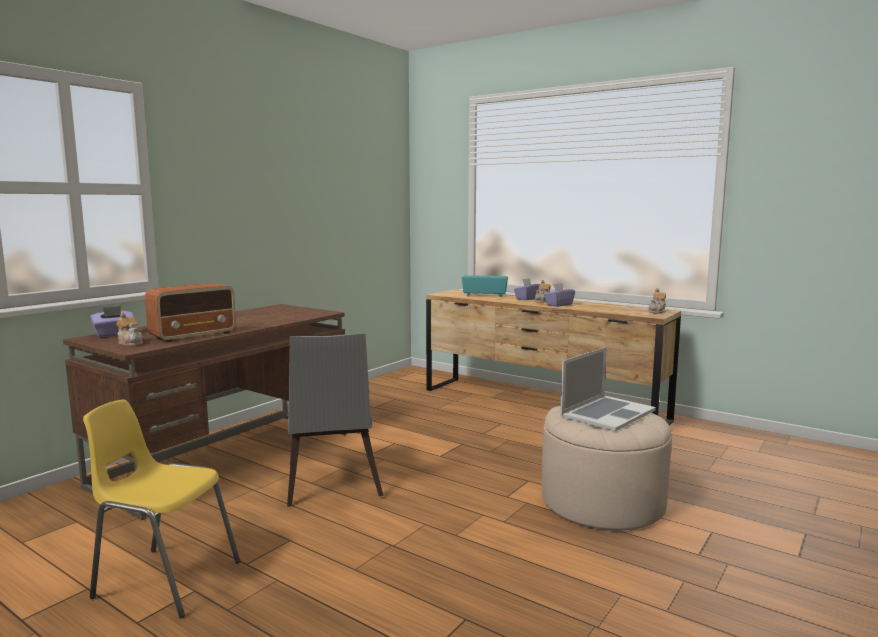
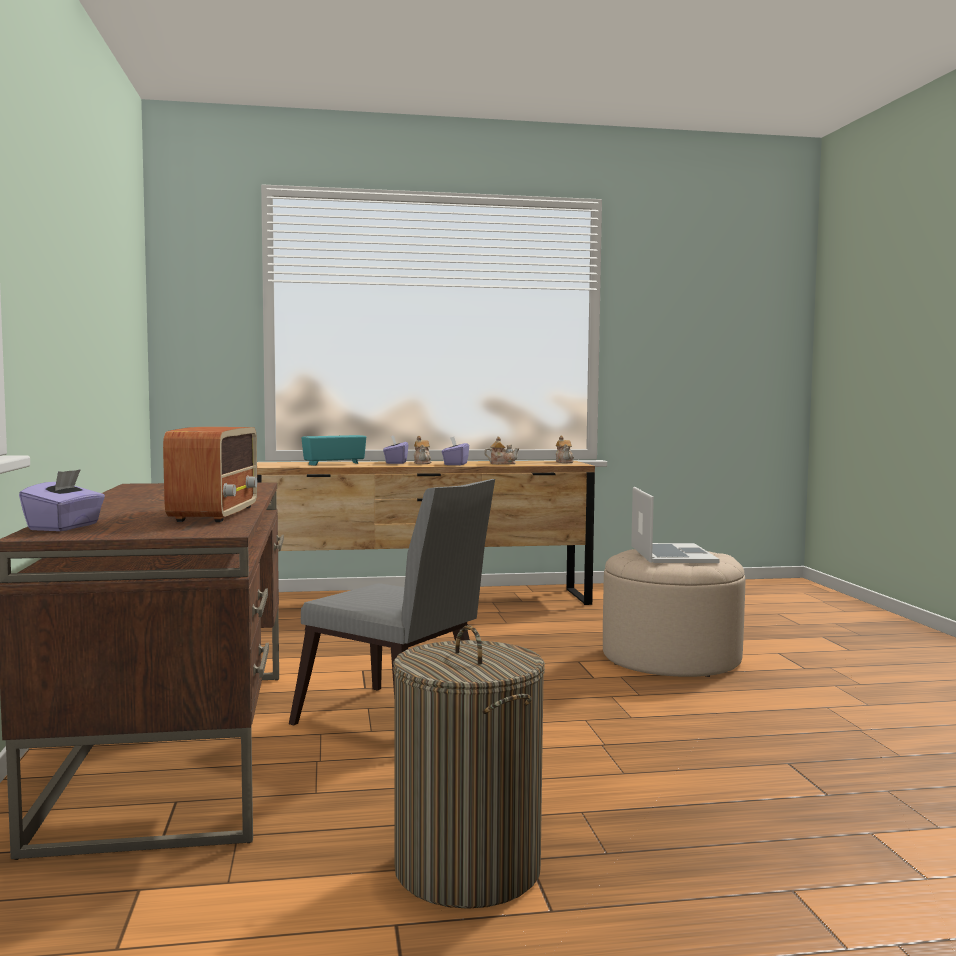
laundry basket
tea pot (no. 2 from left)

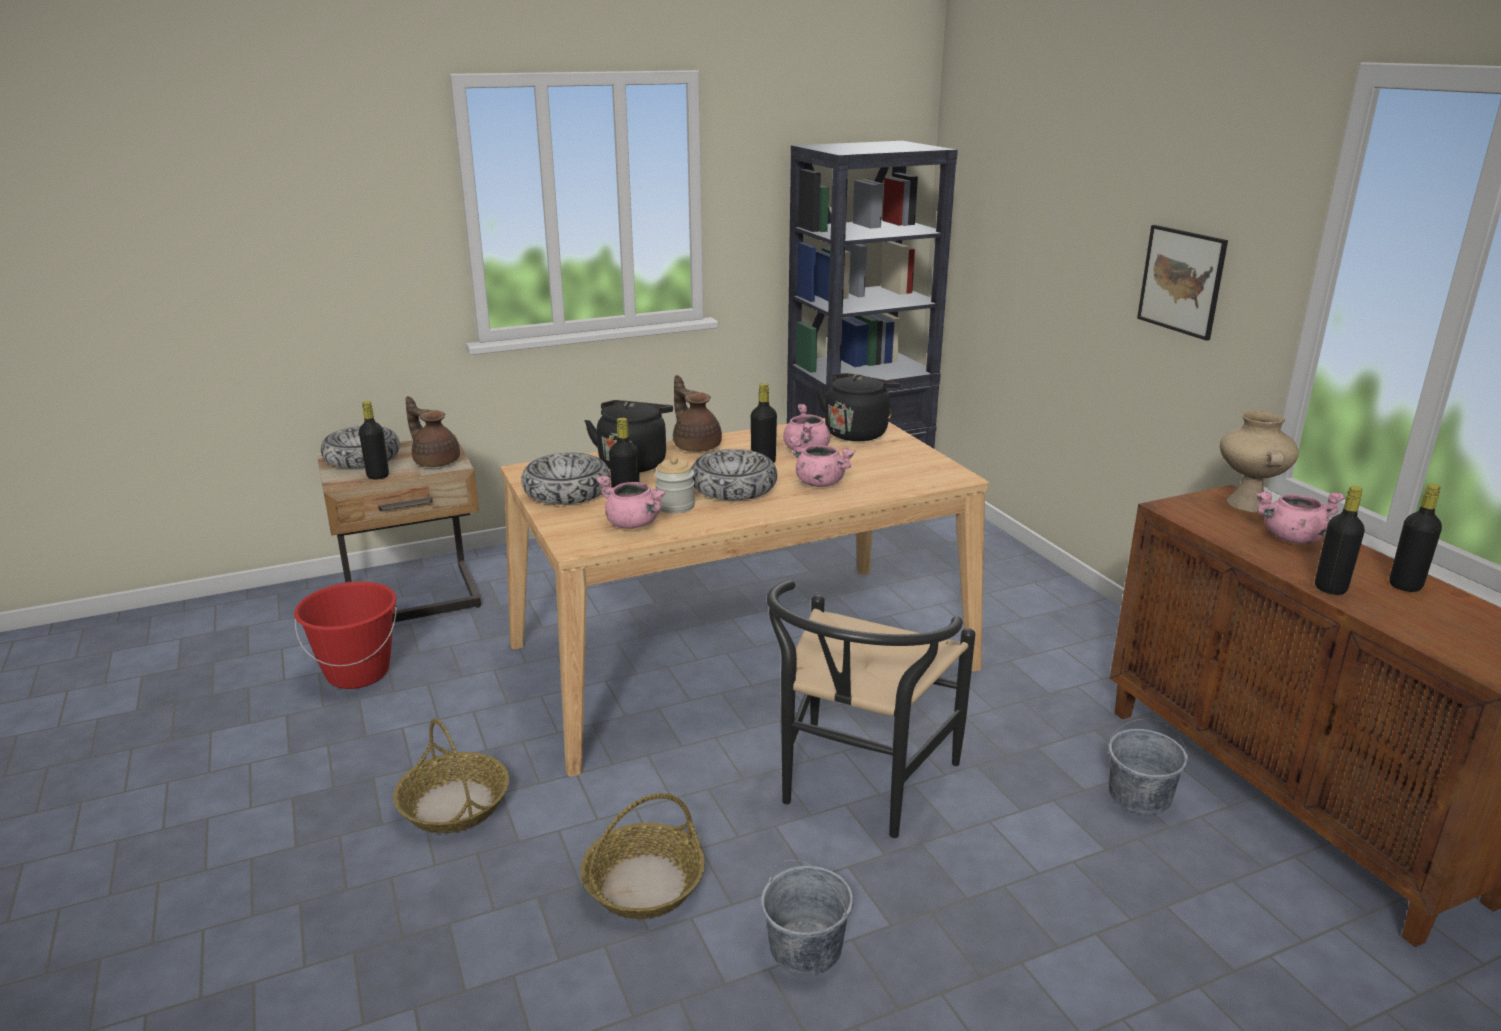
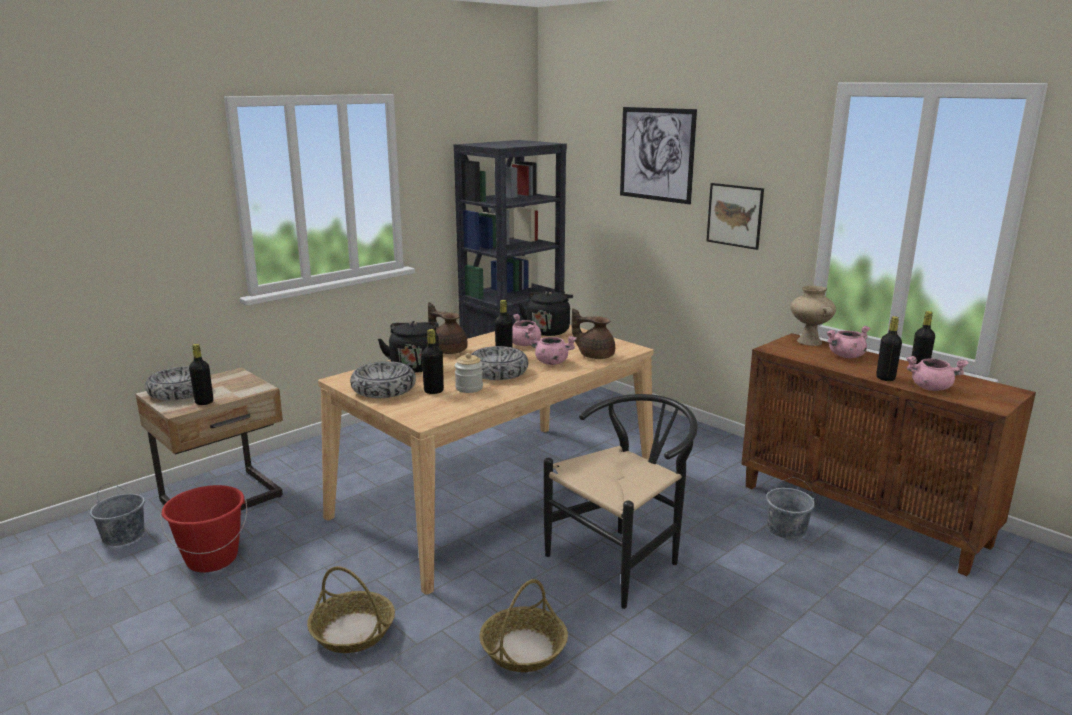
bucket/greyish (no. 1 from left)
upright chair/blackish
tea pot/brown-coloured (no. 2 from left)
wall picture (no. 1 from left)
saucepot/pink-coloured (no. 4 from left)

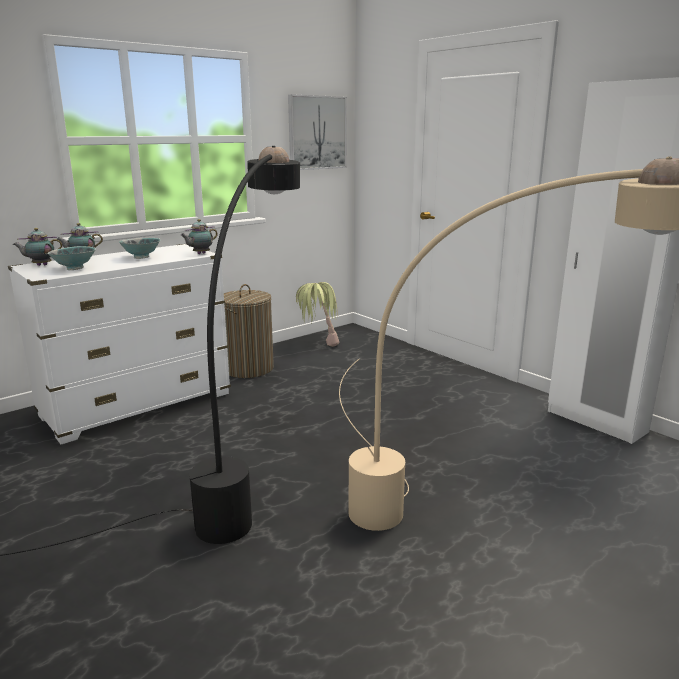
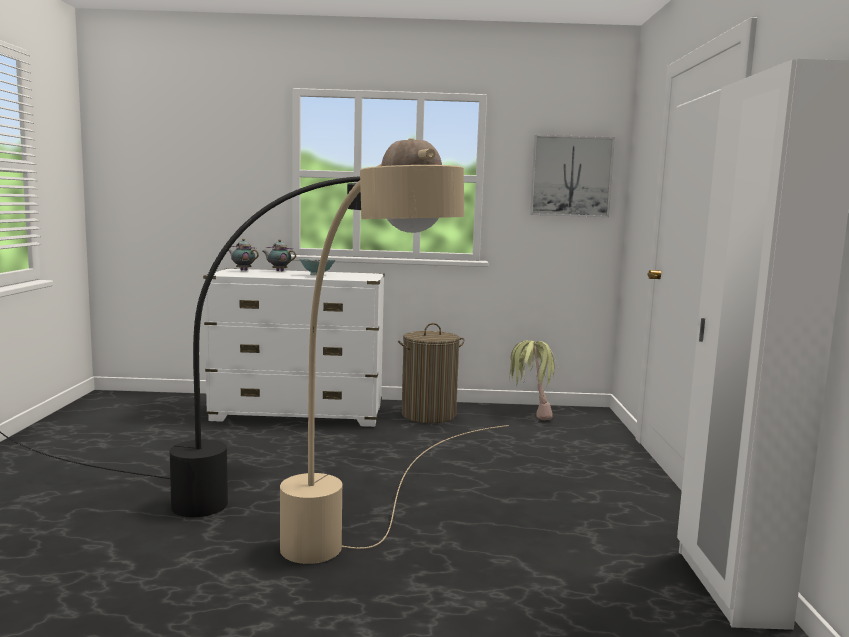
serving bowl (no. 1 from left in the first image)
tea pot (no. 3 from left in the first image)

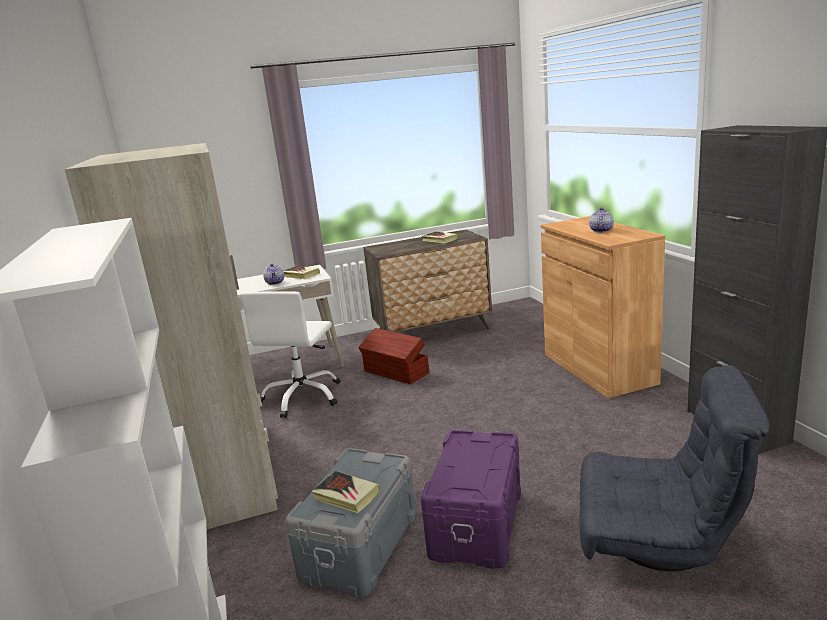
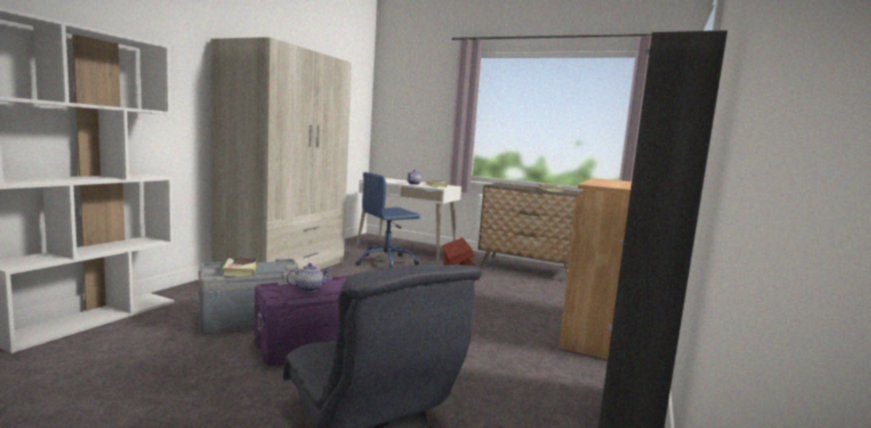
tea pot (no. 1 from left)
computer chair/bluish

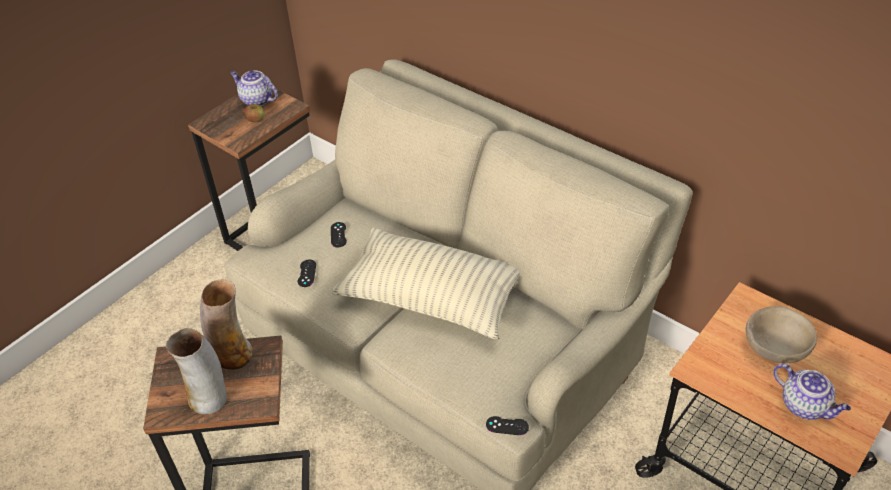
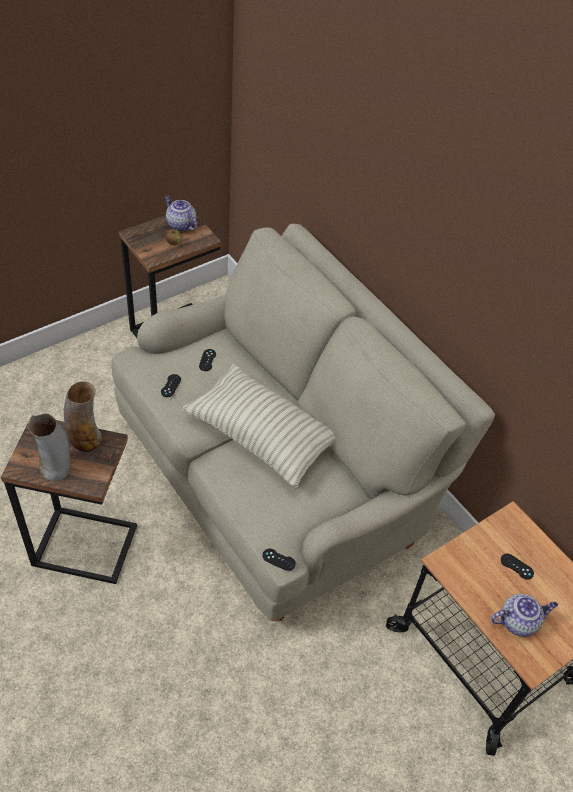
tea pot (no. 2 from left)
gamepad/blackish (no. 4 from left)

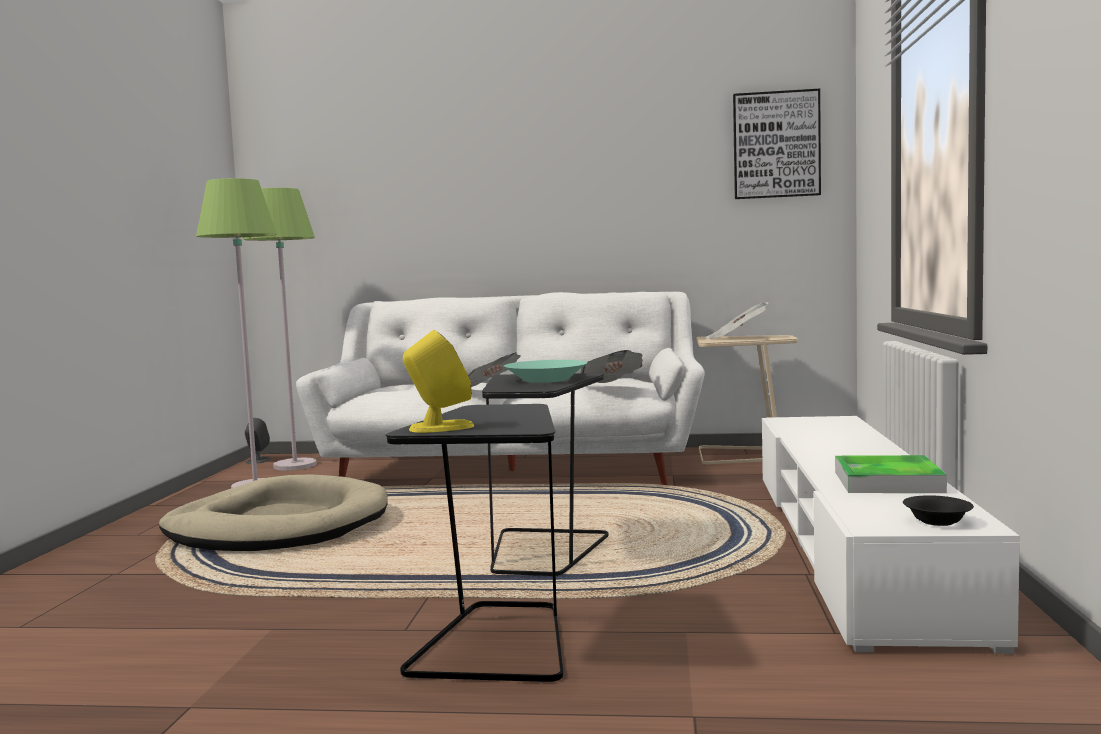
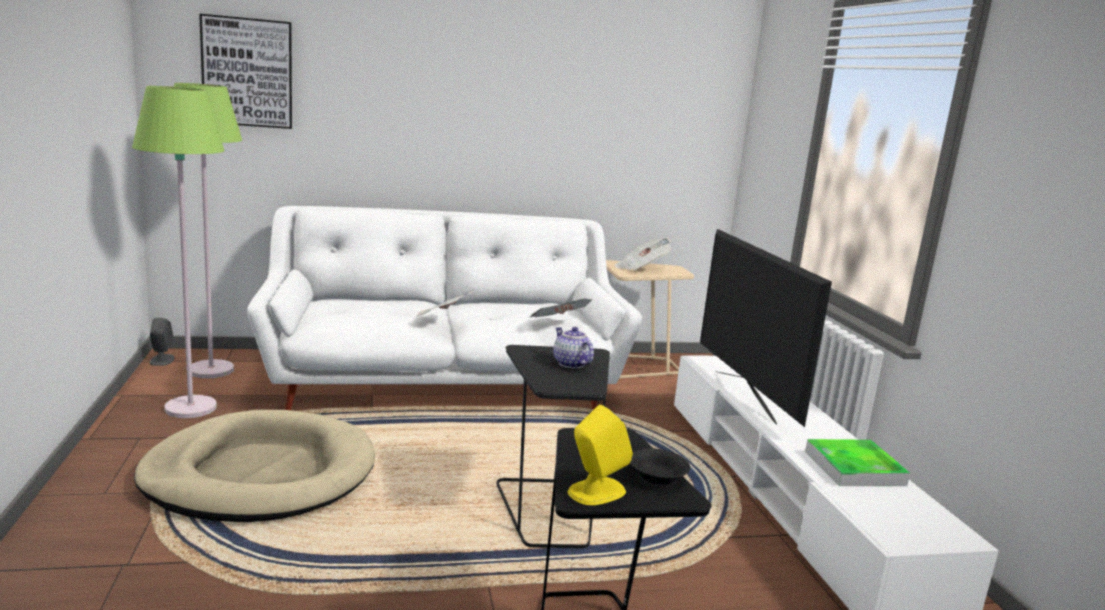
wall picture
tea pot
serving bowl/blackish
TV

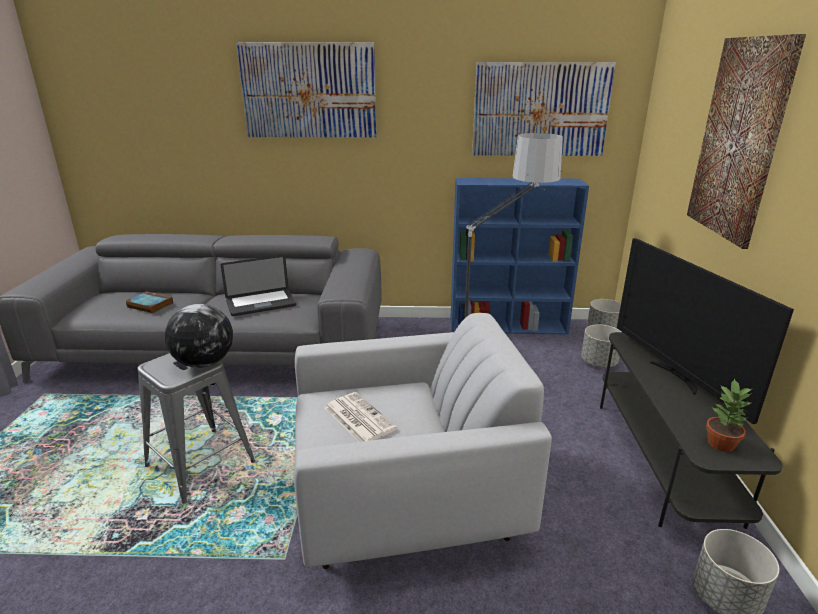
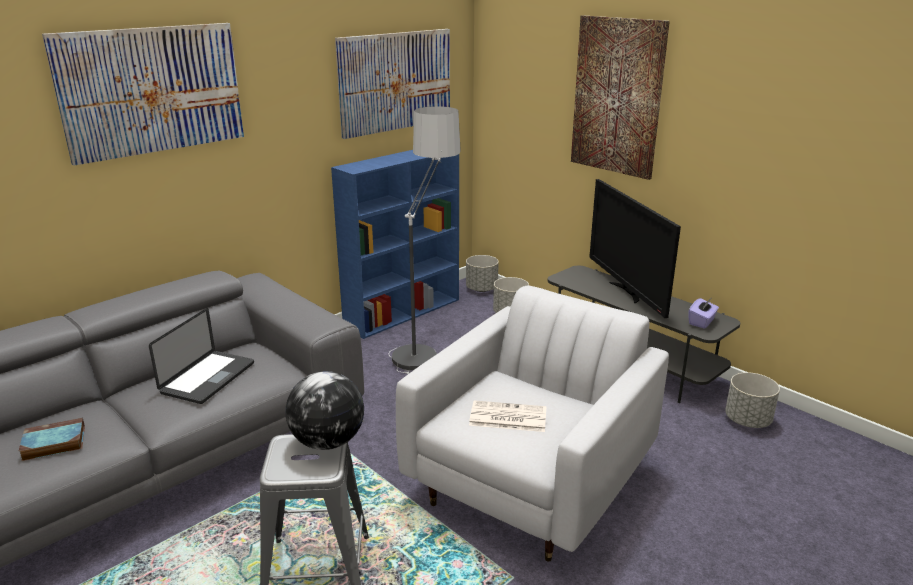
TV
tissue box/purple-coloured

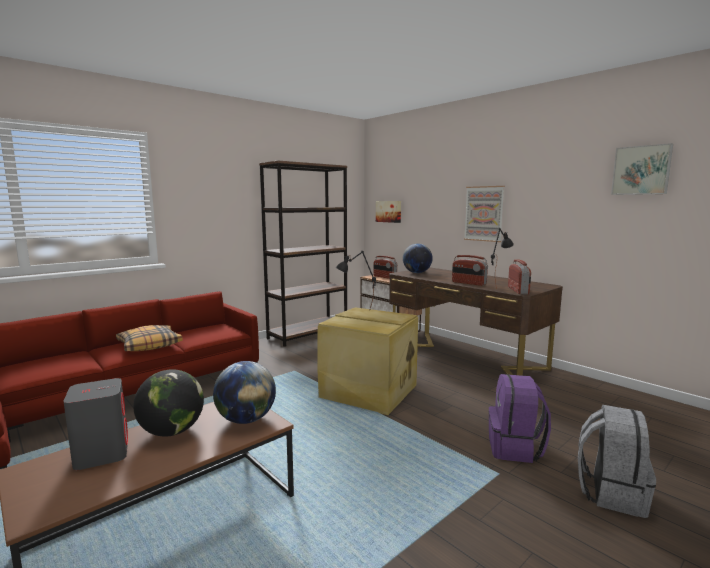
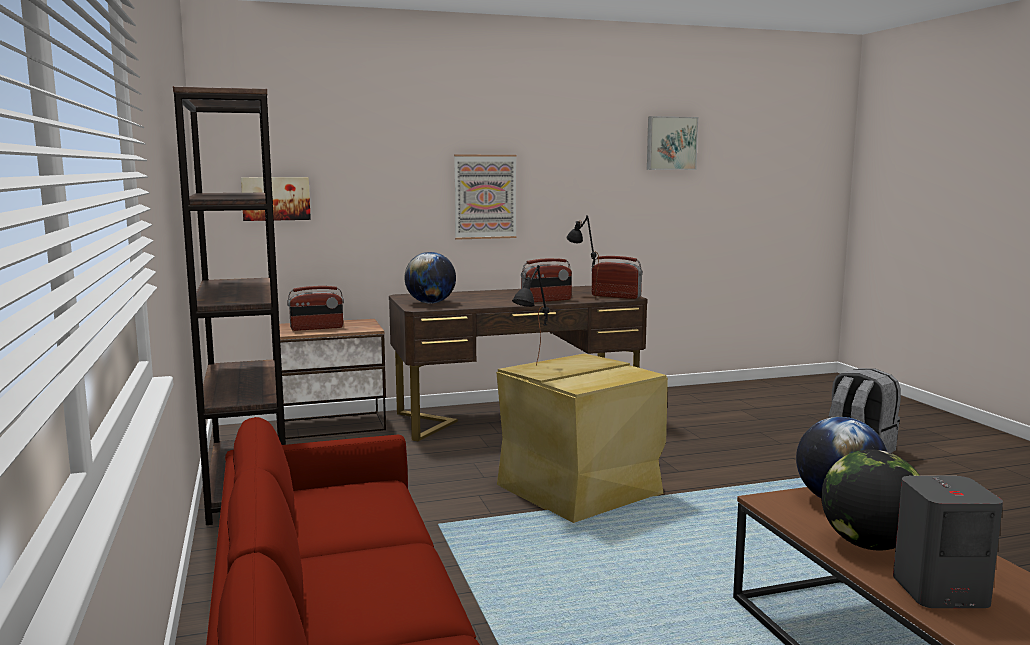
pillow
rucksack/purple-coloured

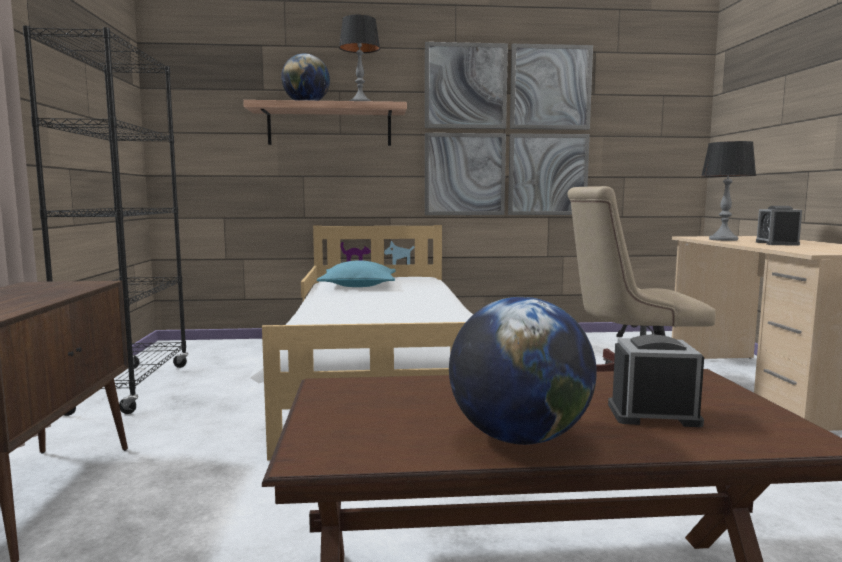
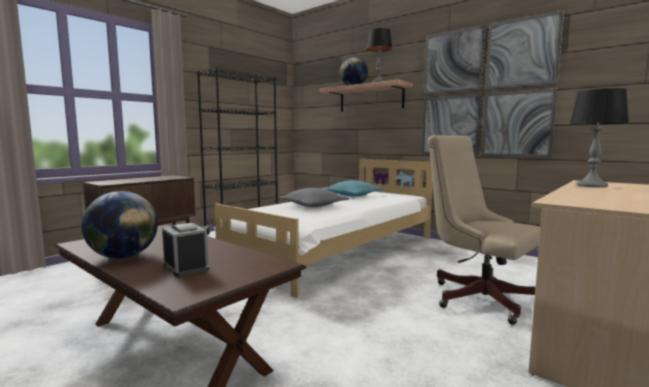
pillow/greyish
alarm clock (no. 2 from left in the first image)

